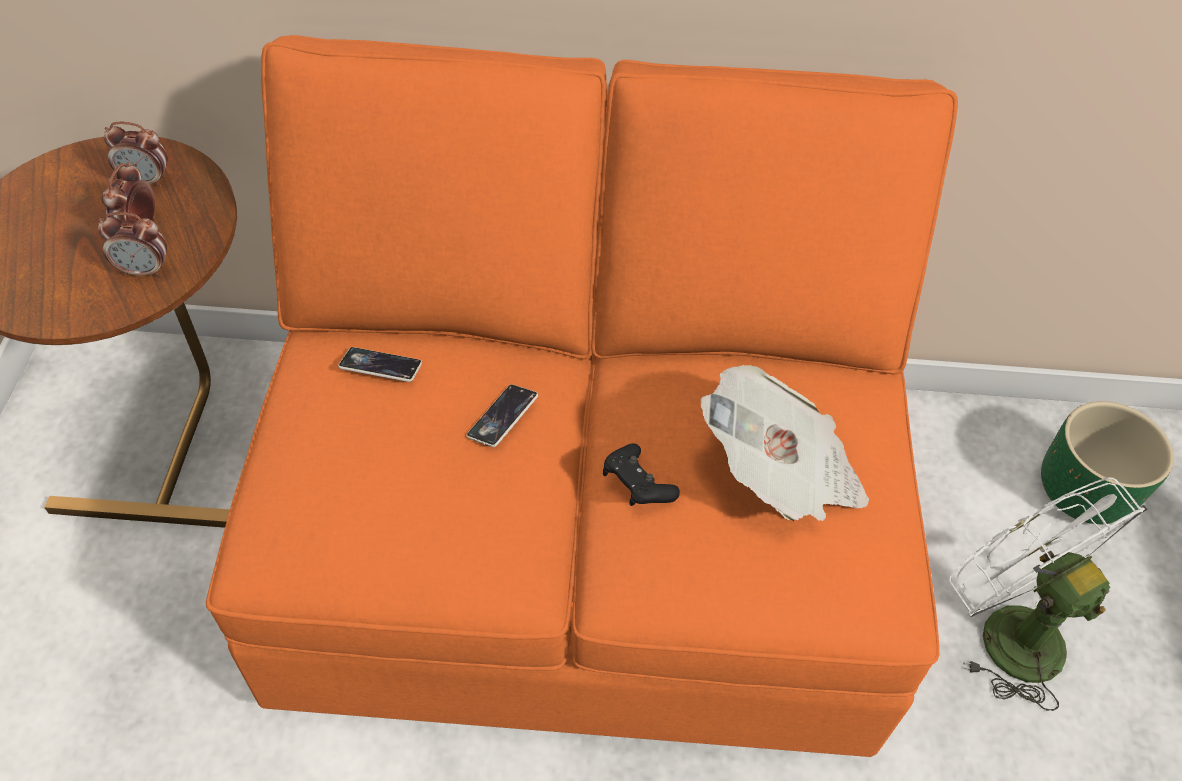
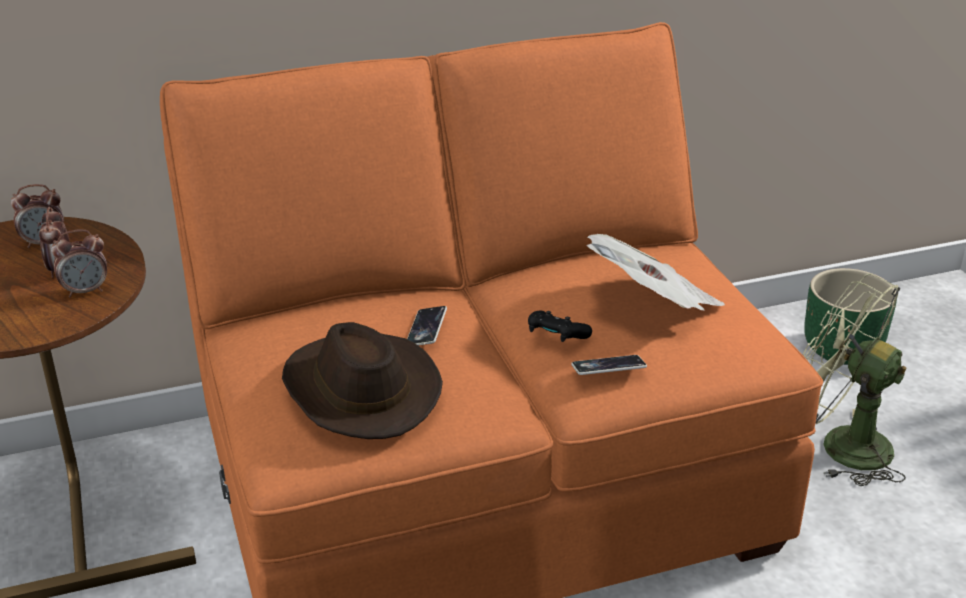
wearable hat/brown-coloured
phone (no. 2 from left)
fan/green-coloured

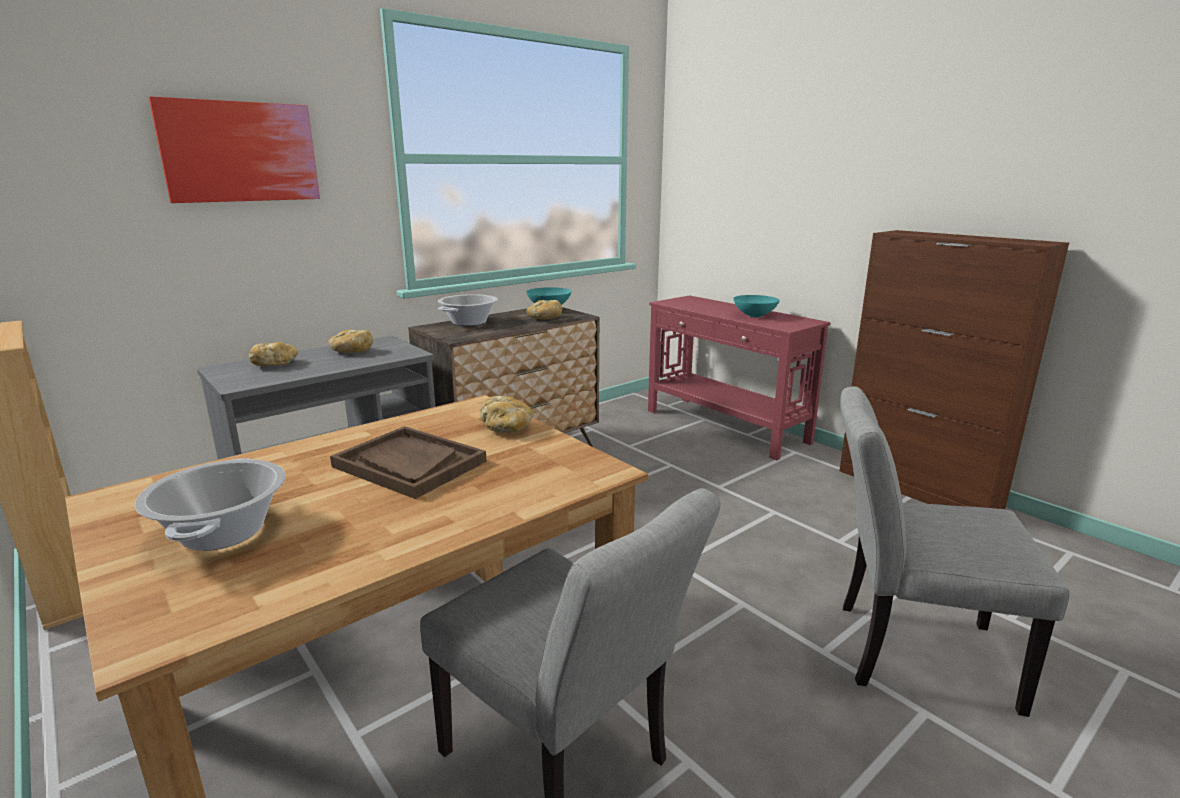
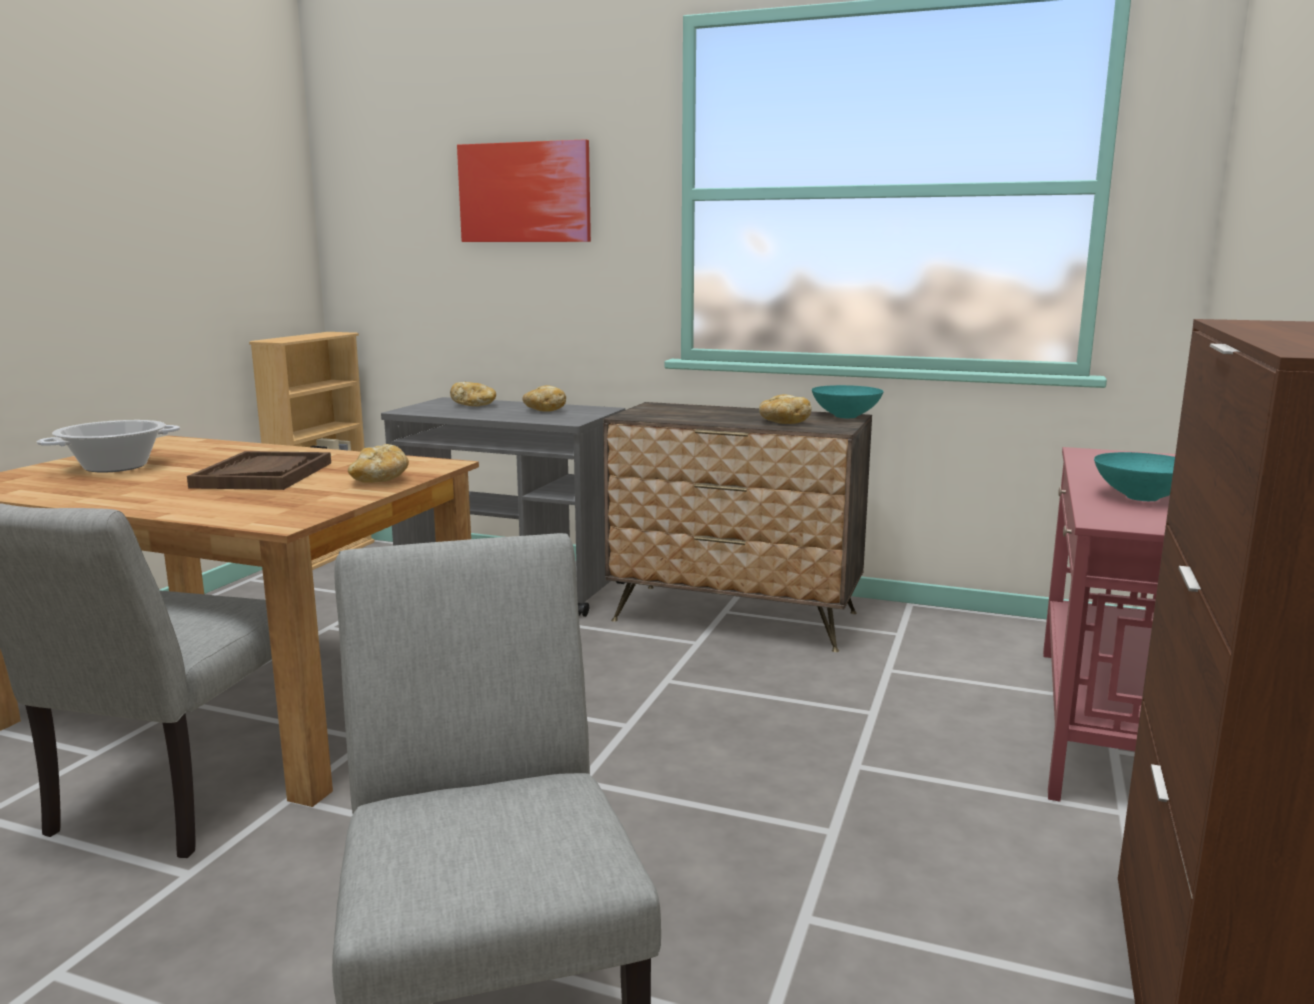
saucepot (no. 2 from left in the first image)

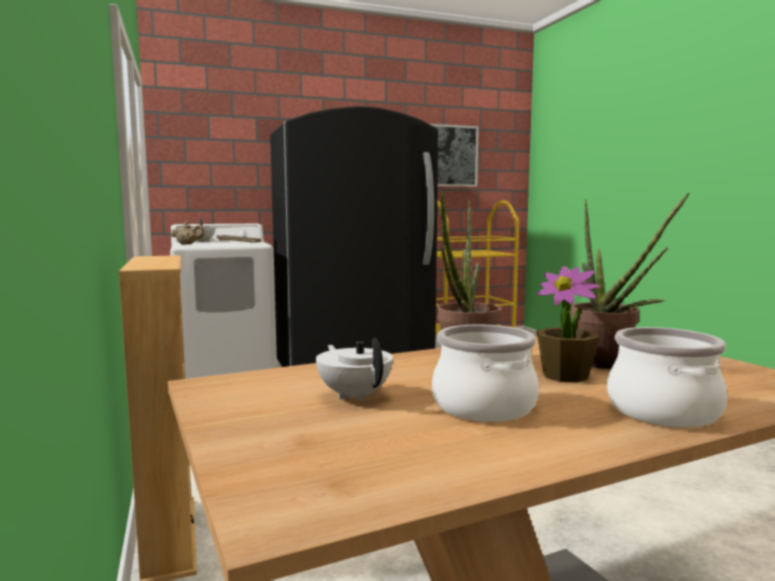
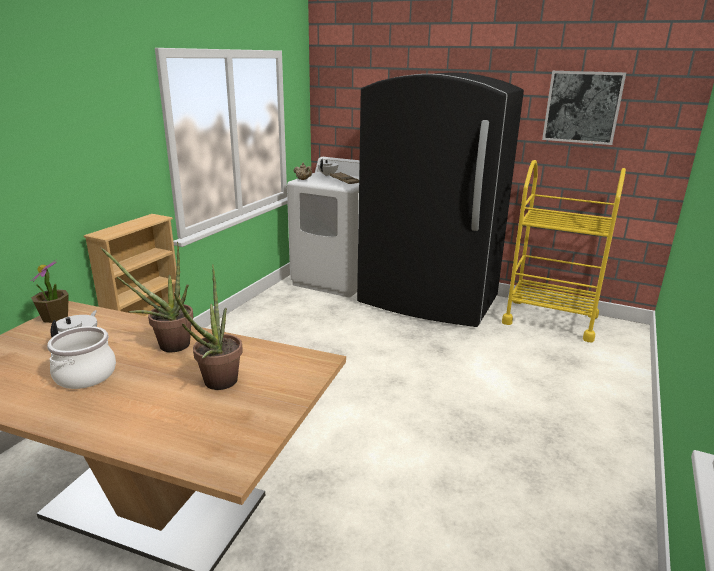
potted plant (no. 1 from left)
saucepot (no. 2 from left in the first image)

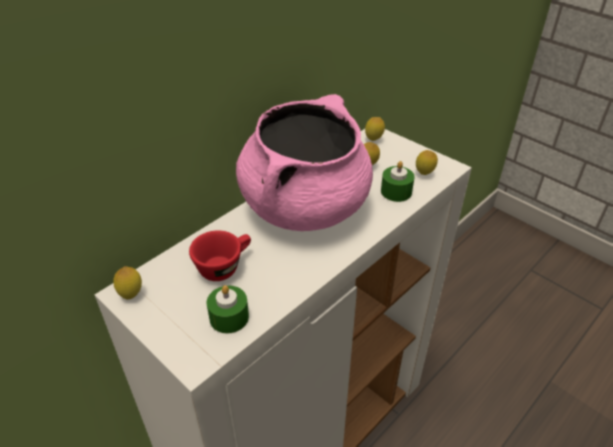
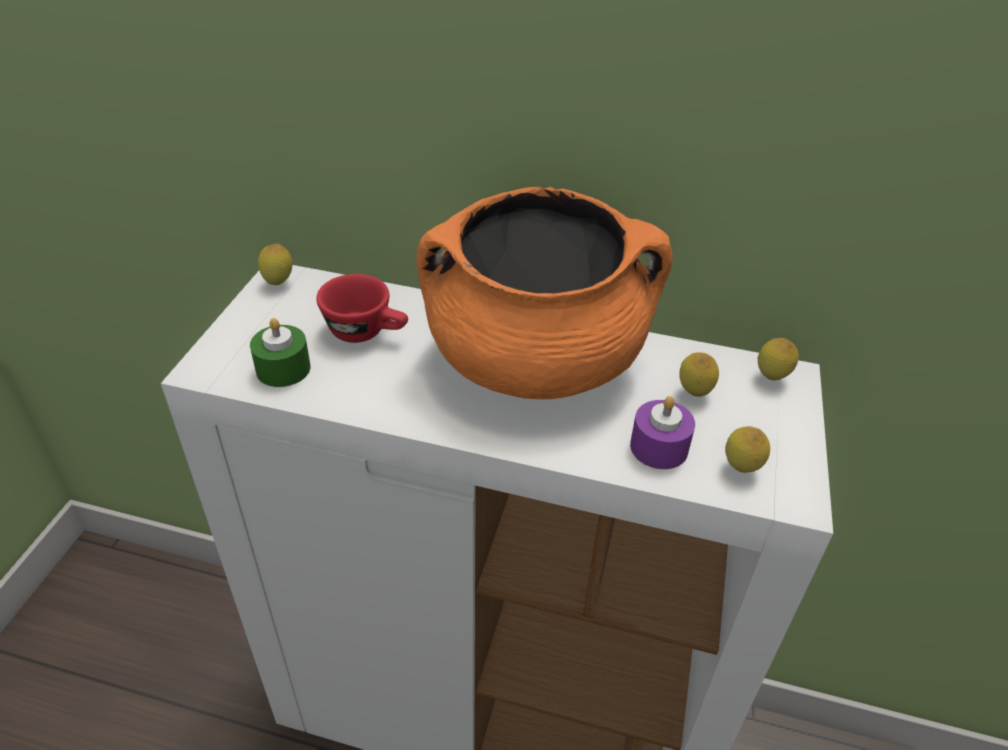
saucepot/orange
candle/purple-coloured

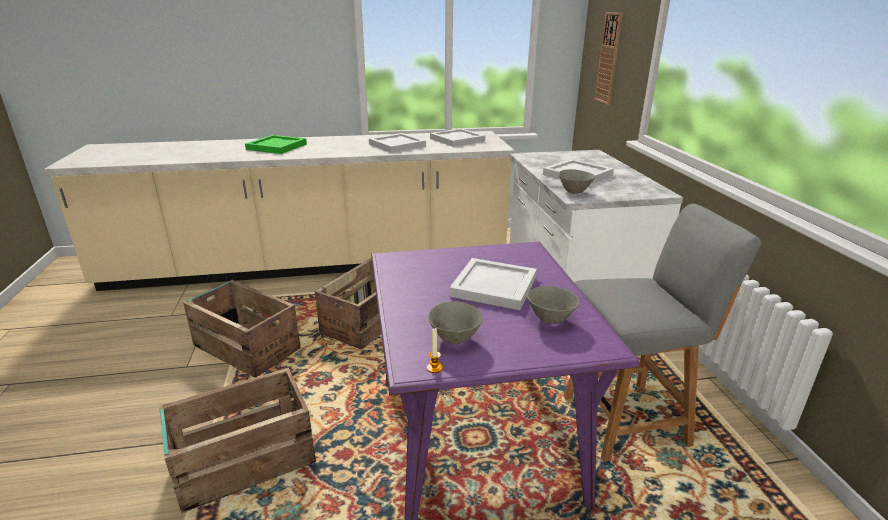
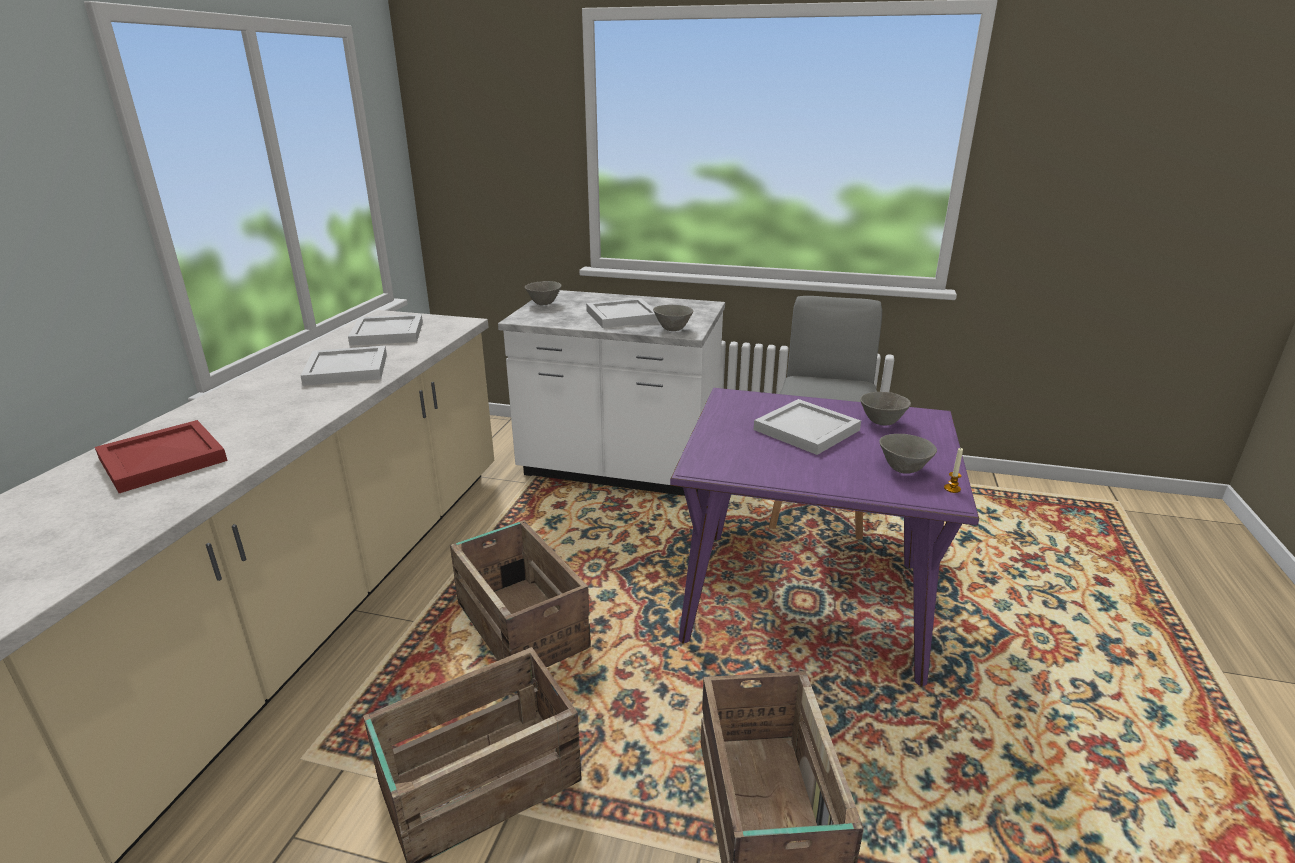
tray/red-coloured
serving bowl/greyish (no. 1 from left)
wall clock

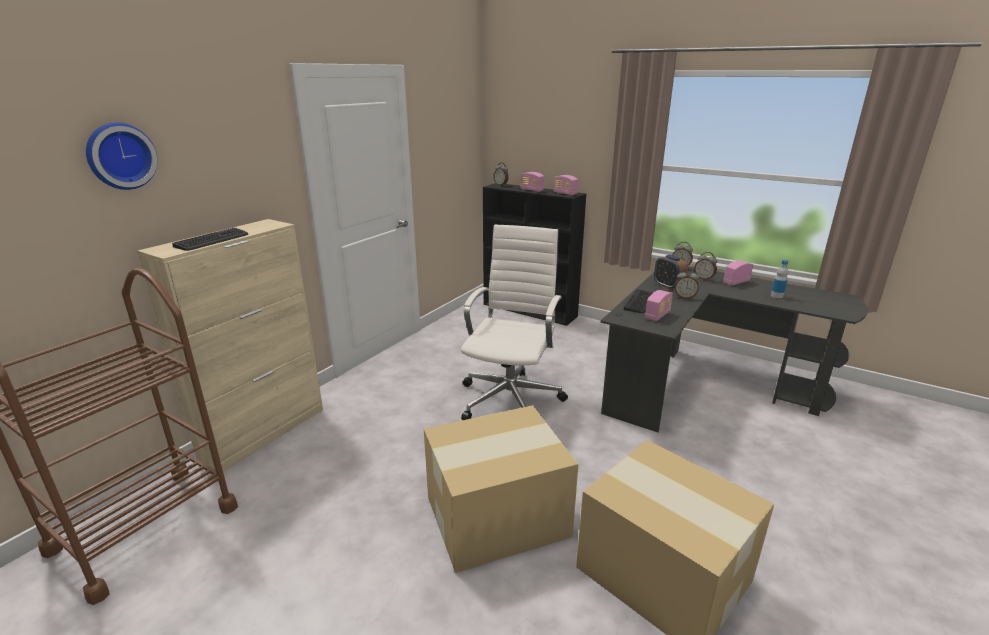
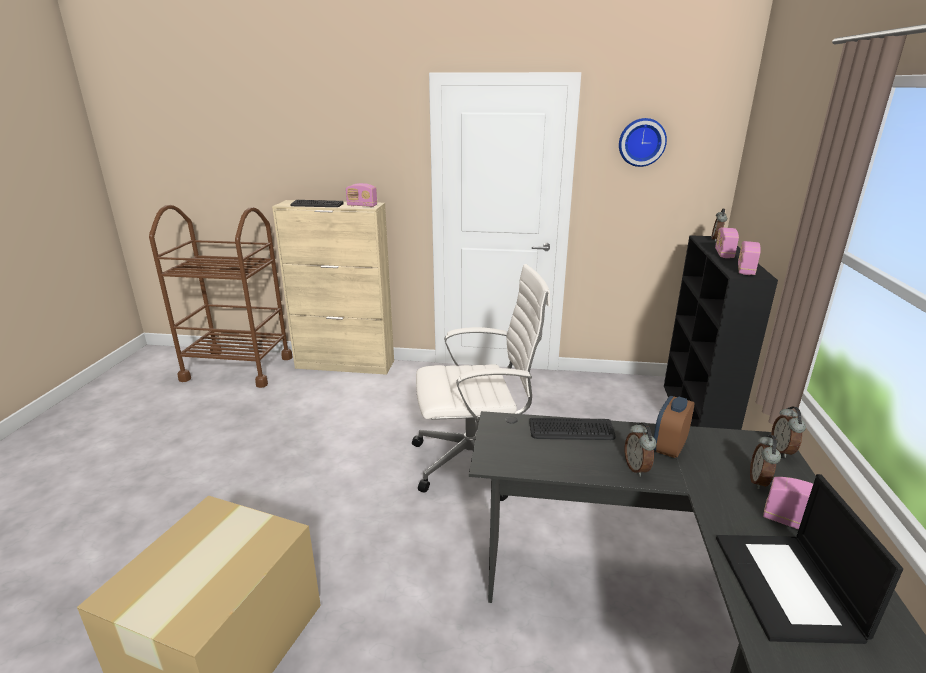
radio (no. 1 from left)
wall clock
portable computer
cardboard box (no. 1 from left in the first image)

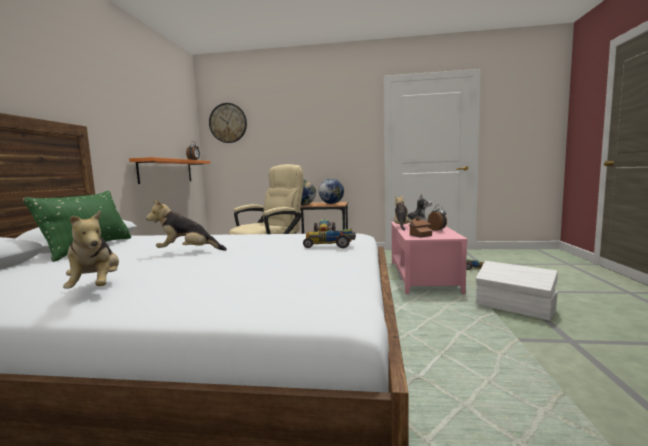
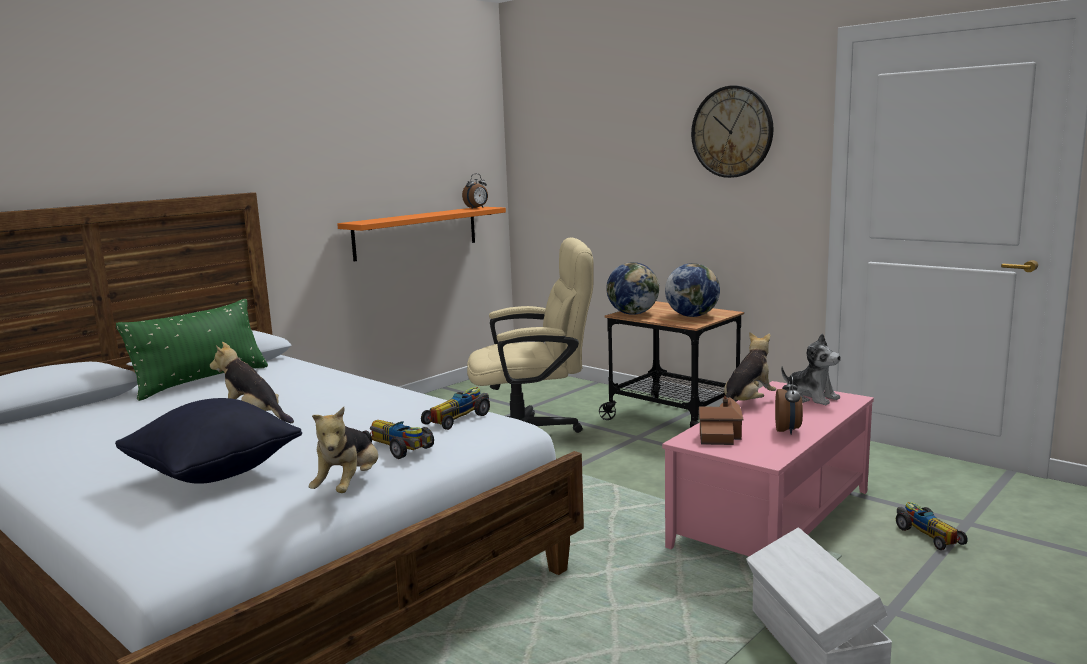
pillow/blackish
plush toy (no. 2 from left)
wall clock

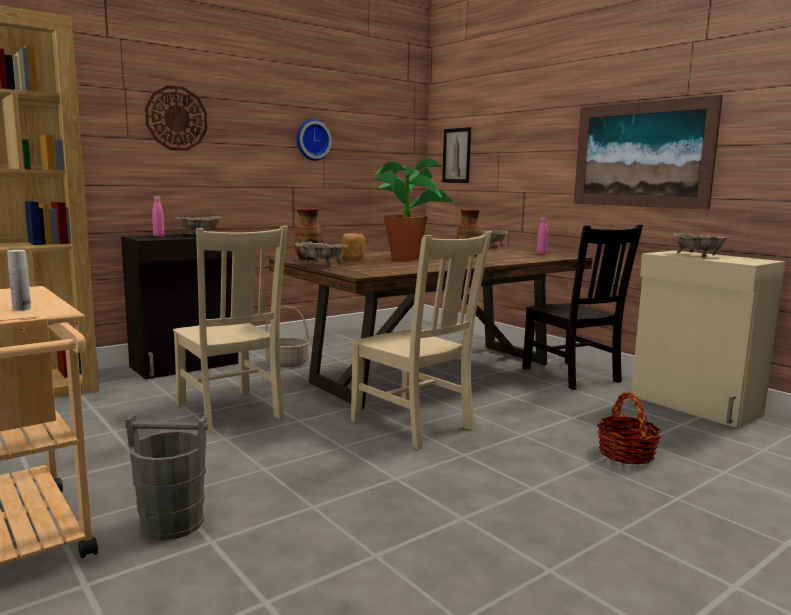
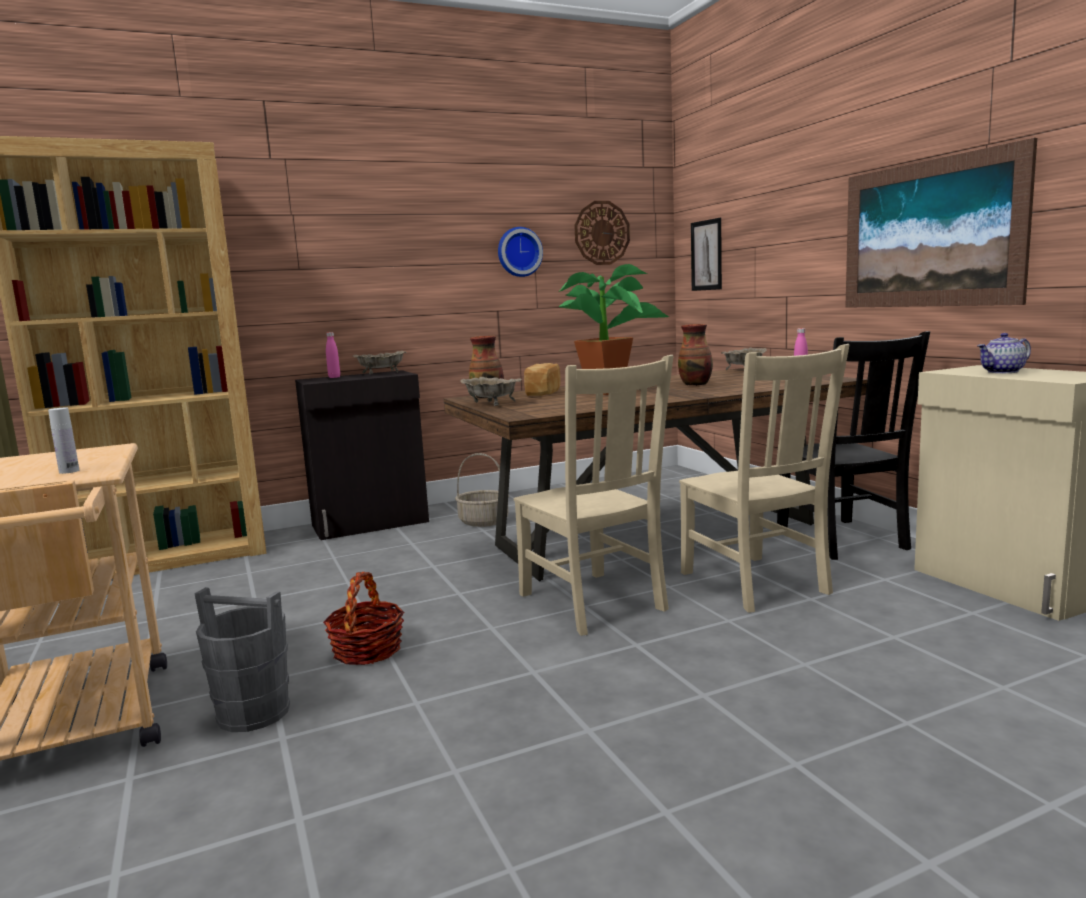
household basket (no. 1 from left)
wall clock (no. 2 from left)
upright chair/beige-coloured (no. 2 from left)
tea pot

